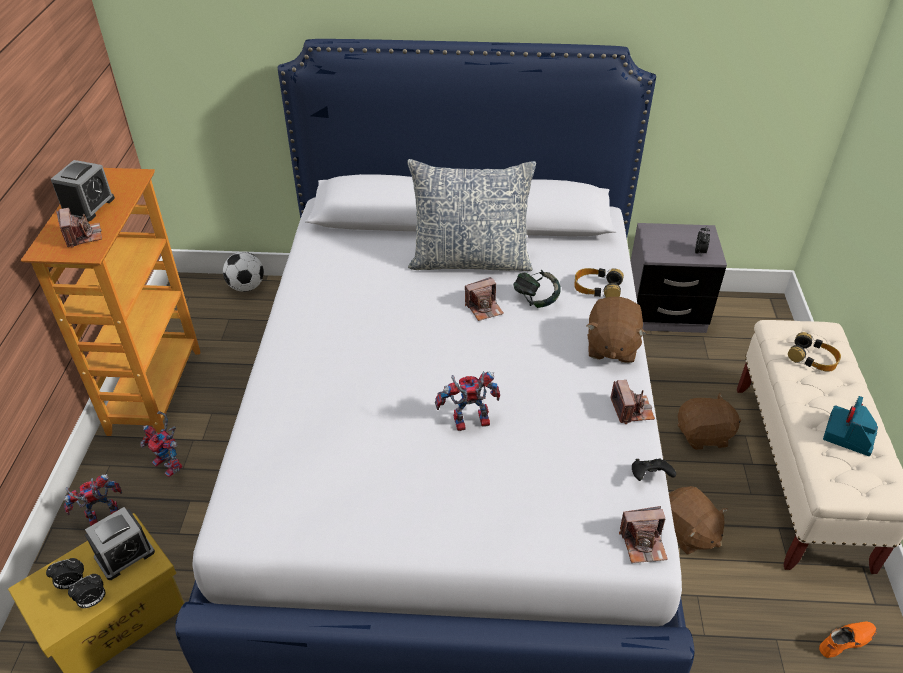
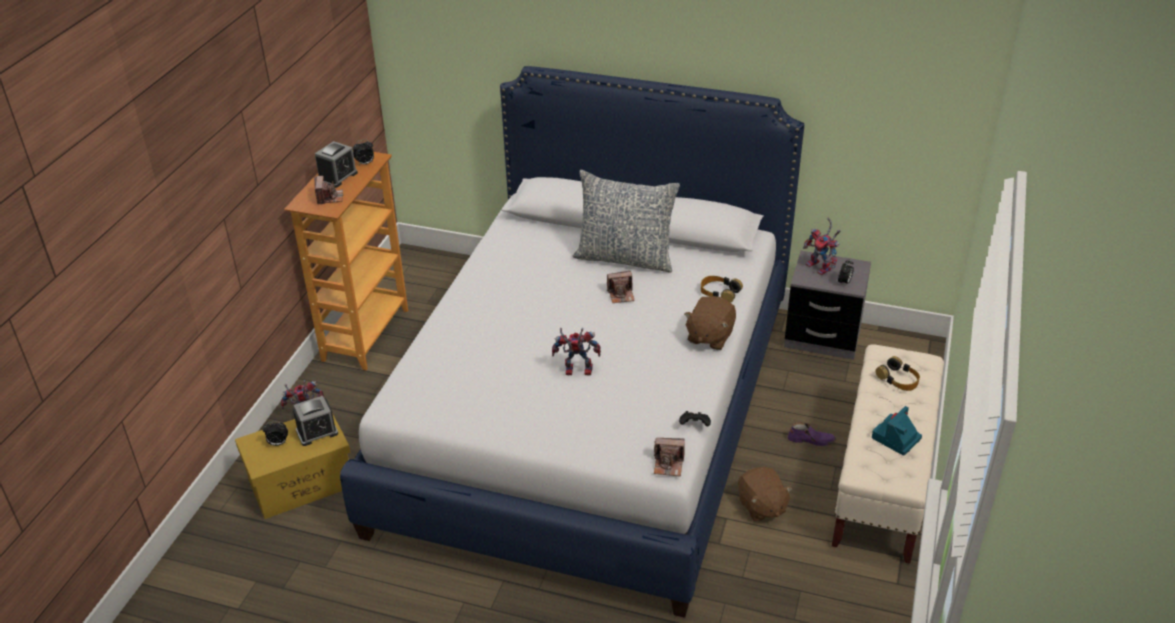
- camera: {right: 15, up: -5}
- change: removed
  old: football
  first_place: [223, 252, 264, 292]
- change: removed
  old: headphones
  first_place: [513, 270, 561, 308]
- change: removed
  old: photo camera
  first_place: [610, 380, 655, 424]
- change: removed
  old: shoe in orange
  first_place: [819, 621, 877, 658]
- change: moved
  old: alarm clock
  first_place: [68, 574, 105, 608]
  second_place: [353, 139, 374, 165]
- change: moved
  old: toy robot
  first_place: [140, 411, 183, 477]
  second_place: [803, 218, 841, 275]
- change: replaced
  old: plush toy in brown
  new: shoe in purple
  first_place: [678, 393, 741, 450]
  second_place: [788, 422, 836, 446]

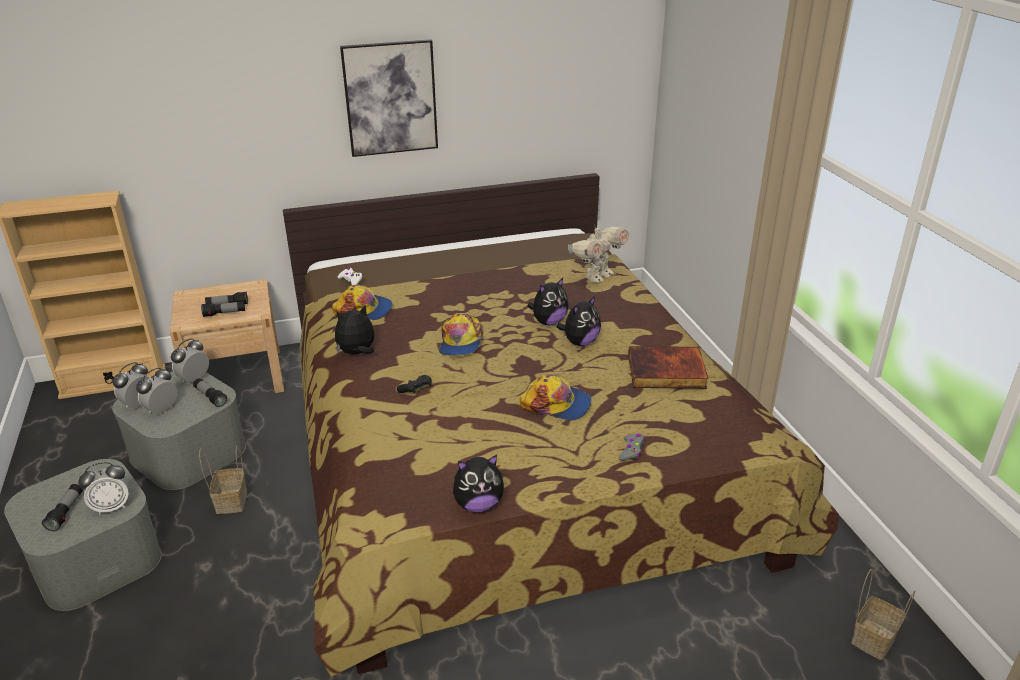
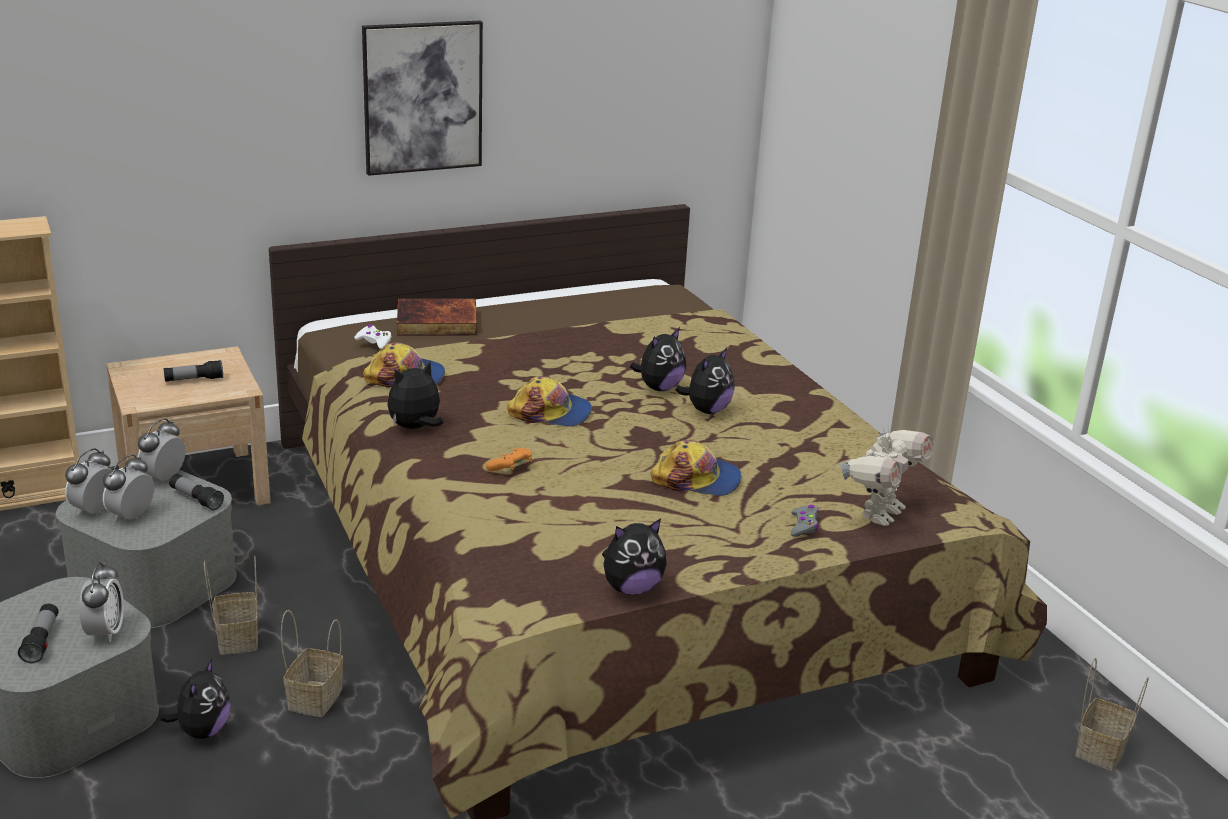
- camera: {right: -10, up: -5}
- change: removed
  old: flashlight
  first_place: [201, 301, 245, 317]
- change: added
  new: plush toy
  second_place: [160, 658, 231, 739]
- change: added
  new: basket
  second_place: [281, 610, 343, 717]
- change: moved
  old: toy robot
  first_place: [568, 223, 629, 283]
  second_place: [840, 425, 934, 526]
- change: moved
  old: book
  first_place: [628, 346, 708, 389]
  second_place: [397, 298, 477, 335]
- change: recoloured
  old: game controller in black
  new: game controller in orange
  first_place: [397, 375, 432, 394]
  second_place: [486, 448, 532, 471]
- change: turned
  old: alarm clock
  first_place: [78, 462, 129, 515]
  second_place: [79, 562, 124, 642]
  degrees: -60
- change: turned
  old: cap
  first_place: [439, 313, 484, 356]
  second_place: [507, 376, 592, 427]
  degrees: -75

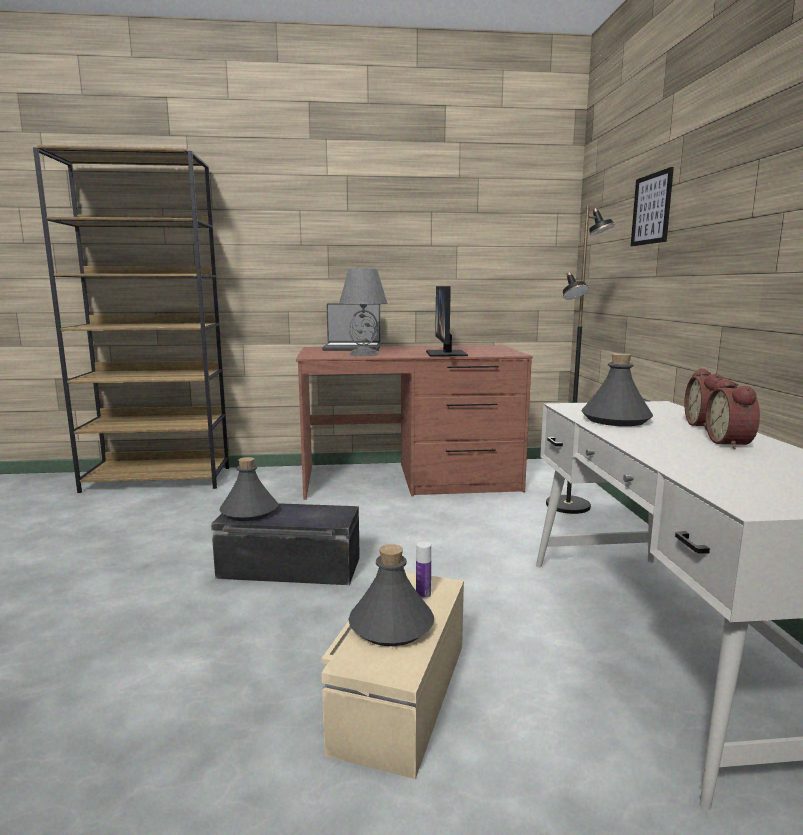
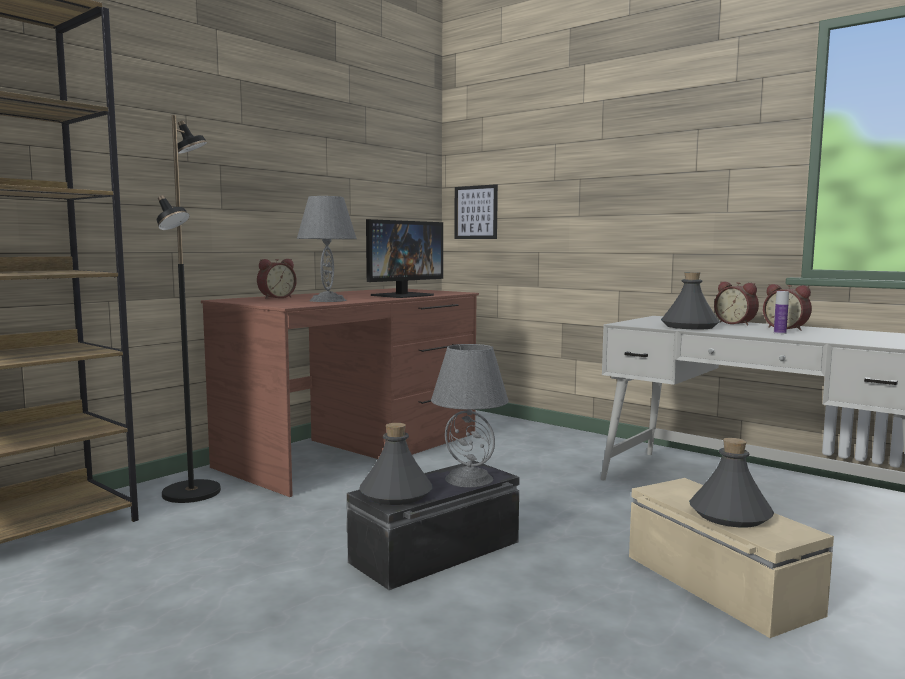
- camera: {right: -45, up: -5}
- change: added
  new: table lamp in grey
  second_place: [431, 344, 509, 487]
- change: moved
  old: bottle
  first_place: [416, 541, 431, 599]
  second_place: [774, 291, 789, 334]
- change: moved
  old: floor lamp in black
  first_place: [546, 205, 615, 514]
  second_place: [157, 115, 221, 503]
- change: moved
  old: picture
  first_place: [631, 167, 674, 246]
  second_place: [454, 184, 498, 239]
- change: replaced
  old: laptop
  new: alarm clock
  first_place: [322, 303, 380, 351]
  second_place: [257, 259, 297, 299]
- change: turned
  old: monitor
  first_place: [426, 286, 468, 356]
  second_place: [366, 219, 443, 298]
  degrees: -90

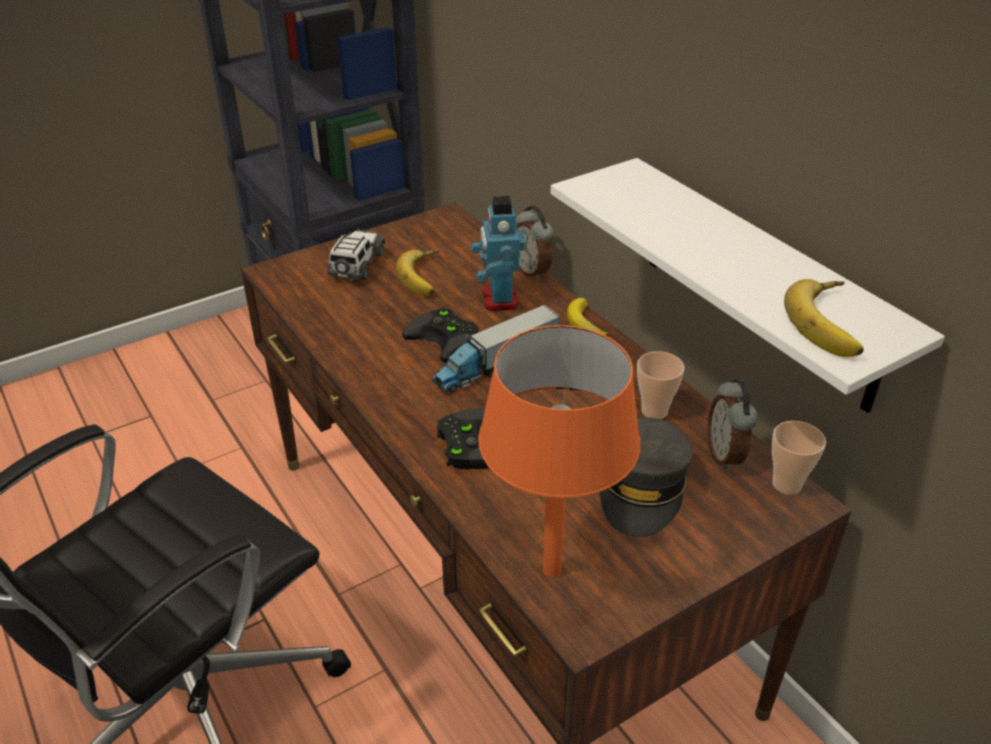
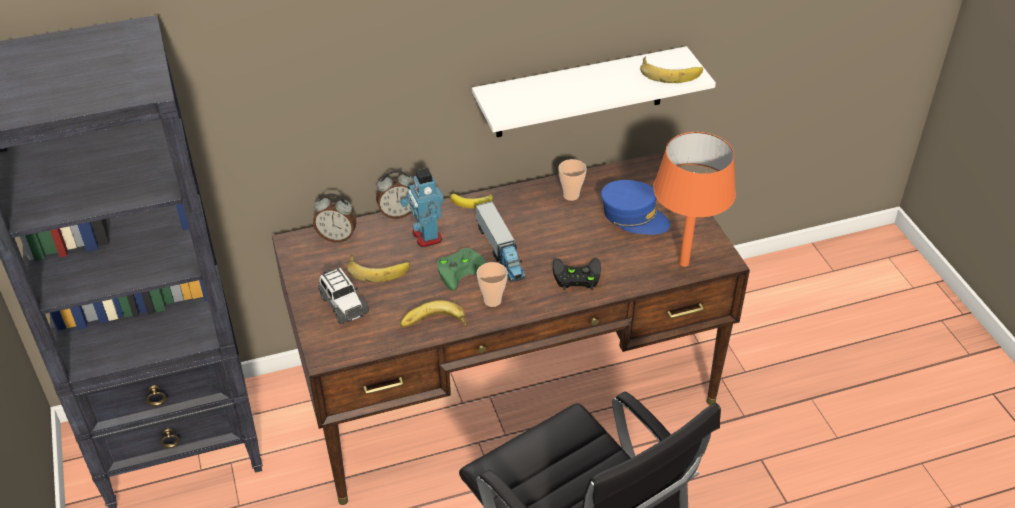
- camera: {right: -75, up: 5}
- change: added
  new: banana
  second_place: [400, 300, 467, 328]
- change: moved
  old: alarm clock
  first_place: [708, 379, 758, 471]
  second_place: [313, 193, 356, 243]
- change: moved
  old: cup
  first_place: [772, 421, 826, 495]
  second_place: [477, 262, 508, 307]
- change: recoloured
  old: game controller in black
  new: game controller in green
  first_place: [402, 307, 479, 362]
  second_place: [437, 248, 487, 291]
- change: recoloured
  old: cap in grey
  new: cap in blue
  first_place: [600, 417, 692, 537]
  second_place: [601, 180, 670, 235]
- change: turned
  old: toy car
  first_place: [327, 229, 385, 281]
  second_place: [318, 268, 369, 324]
  degrees: -150
- change: turned
  old: toy robot
  first_place: [471, 196, 526, 311]
  second_place: [400, 168, 444, 247]
  degrees: 60

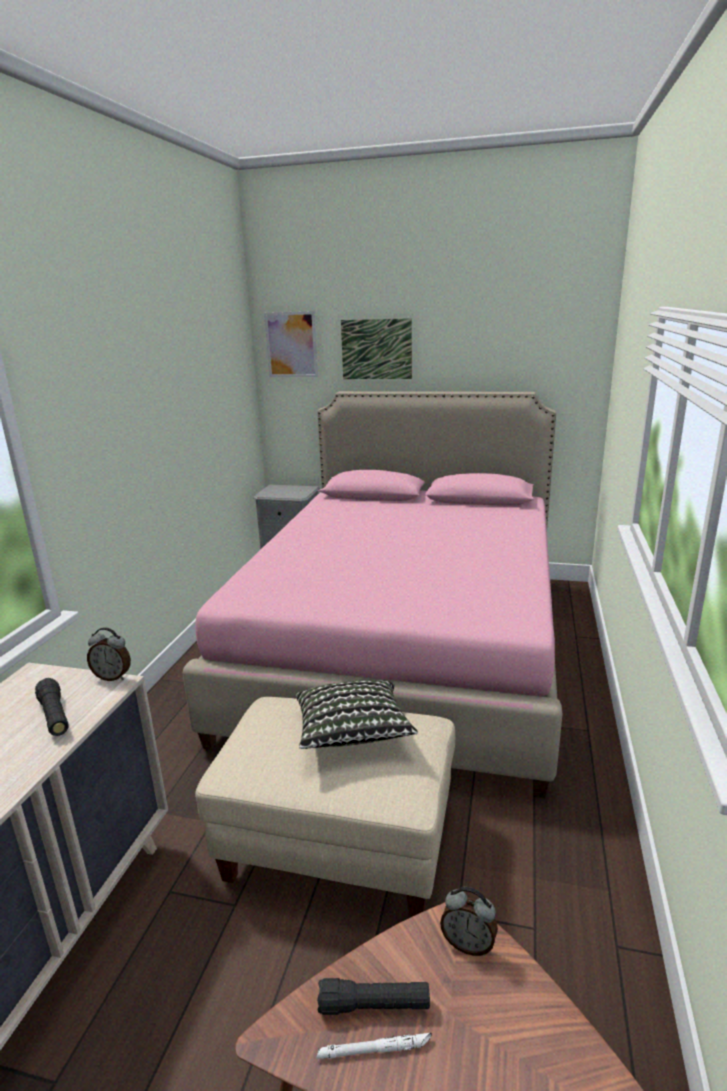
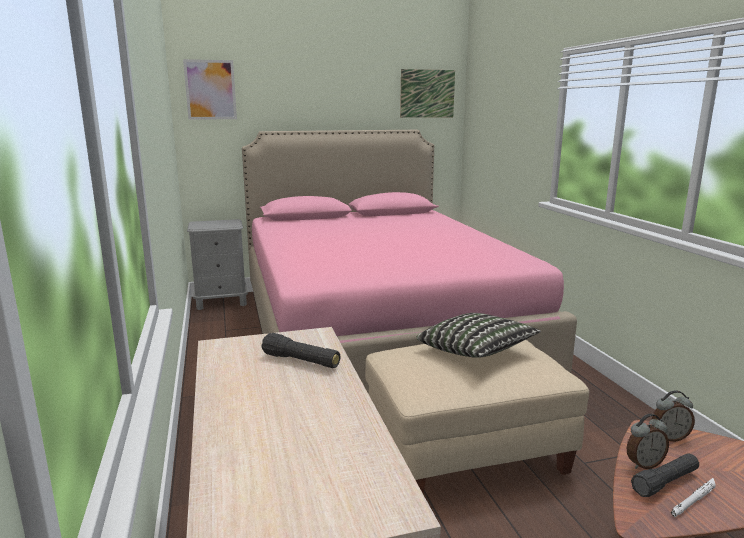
- camera: {right: -30, up: -5}
- change: moved
  old: alarm clock
  first_place: [87, 627, 131, 681]
  second_place: [627, 414, 669, 469]
- change: moved
  old: picture
  first_place: [341, 318, 412, 379]
  second_place: [400, 69, 455, 118]

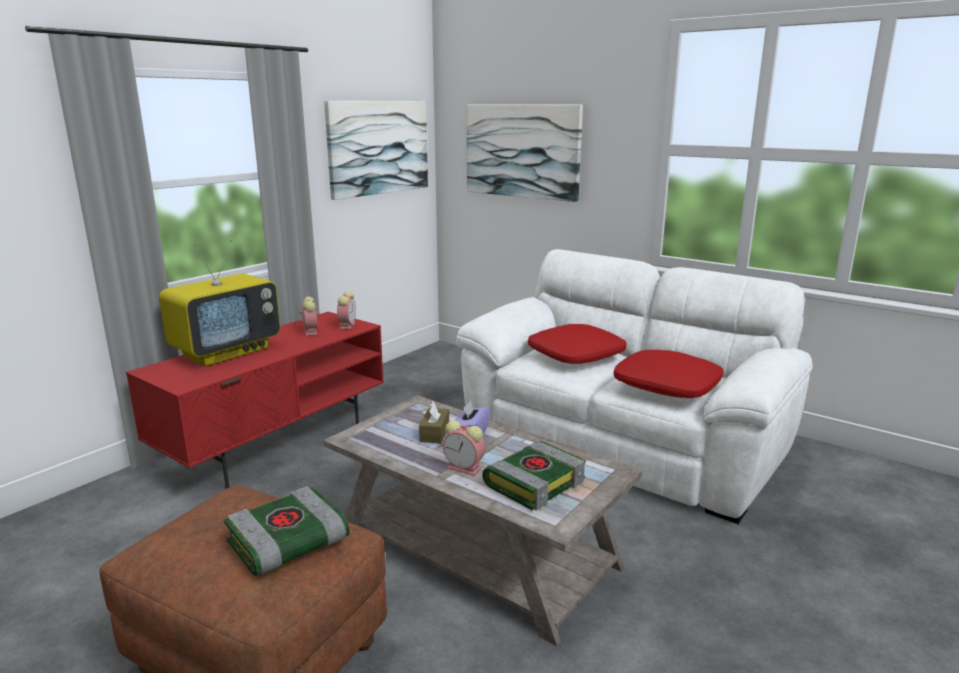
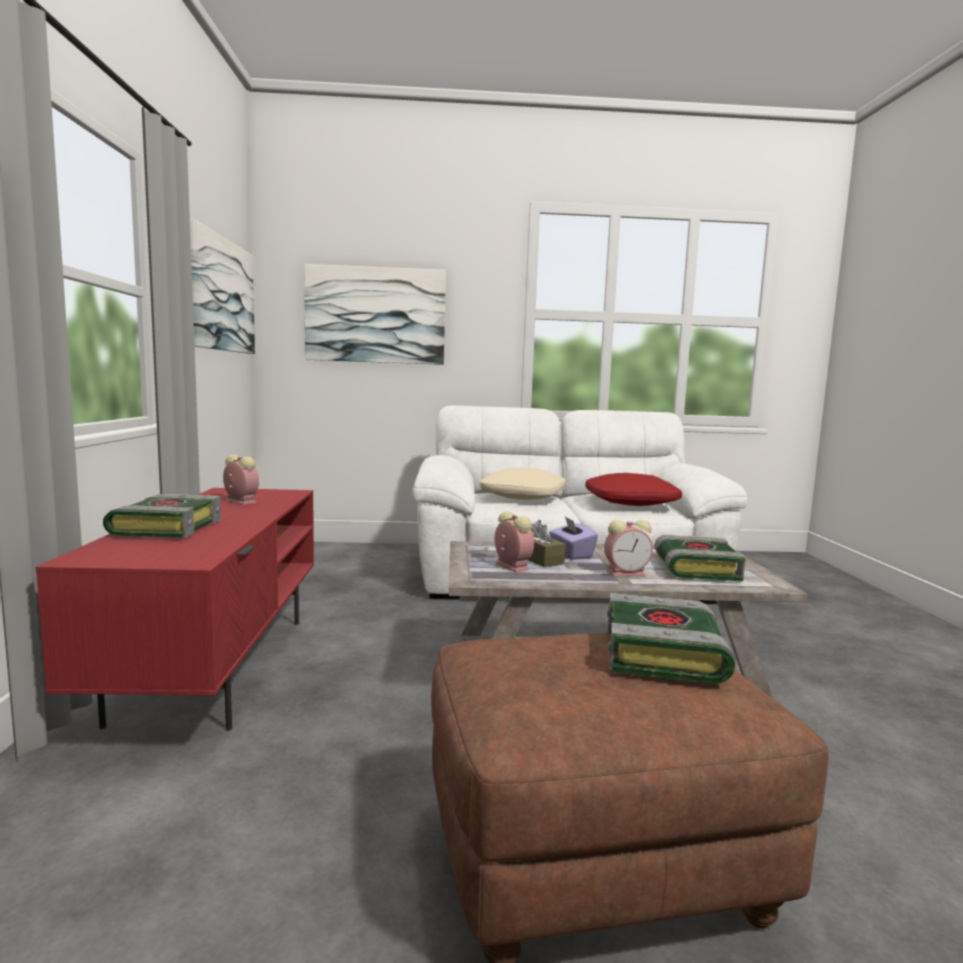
- camera: {right: -40, up: -10}
- change: moved
  old: alarm clock
  first_place: [337, 292, 356, 329]
  second_place: [495, 511, 534, 572]
- change: replaced
  old: television
  new: book
  first_place: [159, 239, 280, 366]
  second_place: [103, 494, 221, 538]
- change: recoloured
  old: pillow in red
  new: pillow in beige
  first_place: [528, 324, 627, 364]
  second_place: [480, 468, 566, 500]

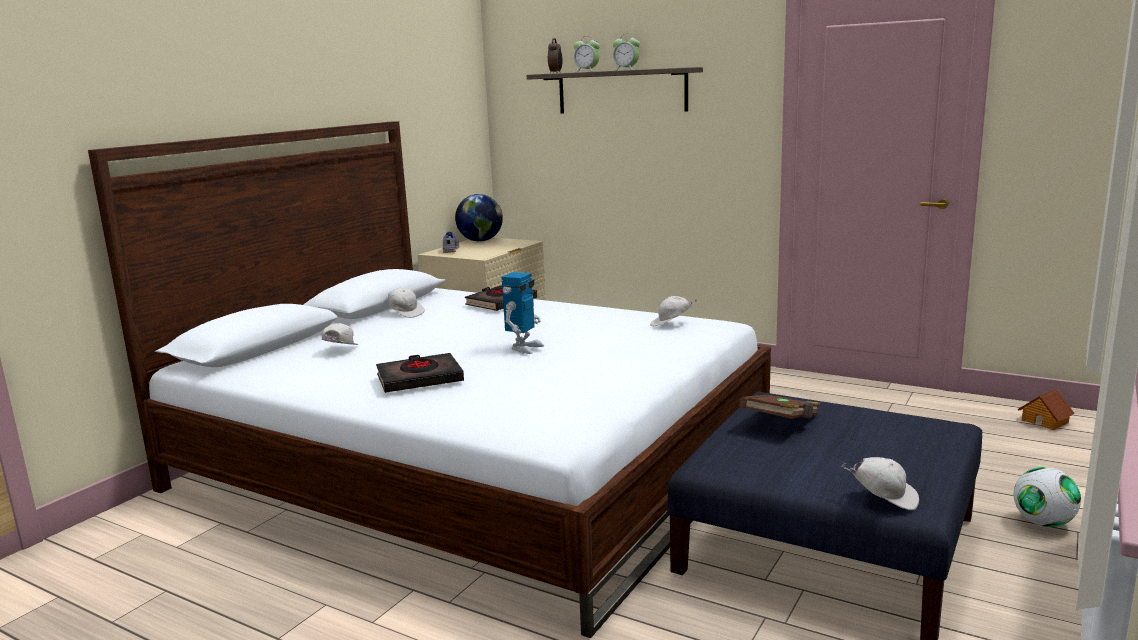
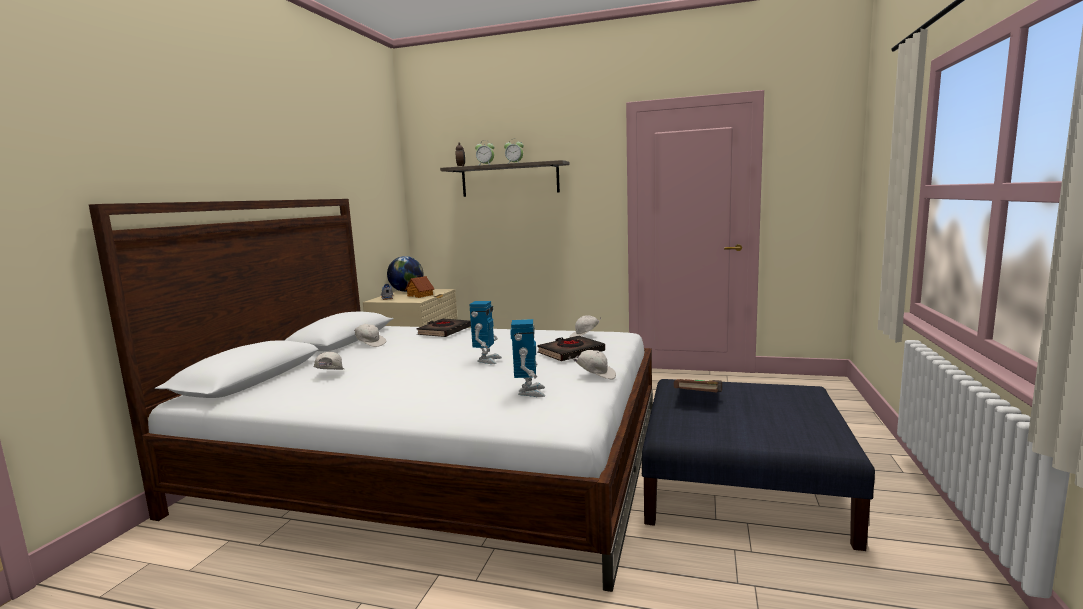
- camera: {right: -15, up: -5}
- change: removed
  old: football
  first_place: [1014, 467, 1081, 527]
- change: added
  new: toy robot
  second_place: [510, 319, 545, 397]
- change: moved
  old: book in black
  first_place: [376, 353, 464, 393]
  second_place: [537, 336, 605, 361]
- change: moved
  old: cap in white
  first_place: [842, 457, 919, 510]
  second_place: [568, 350, 616, 380]
- change: moved
  old: toy house
  first_place: [1018, 389, 1075, 430]
  second_place: [405, 276, 434, 298]

